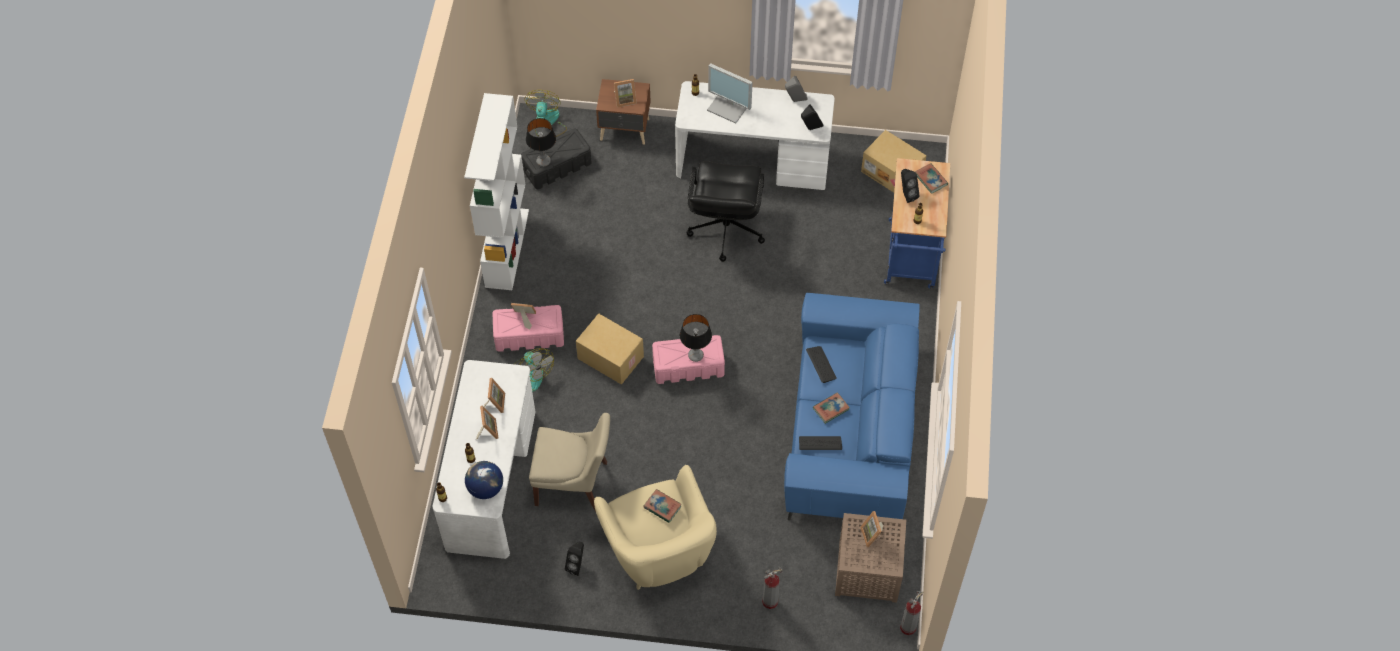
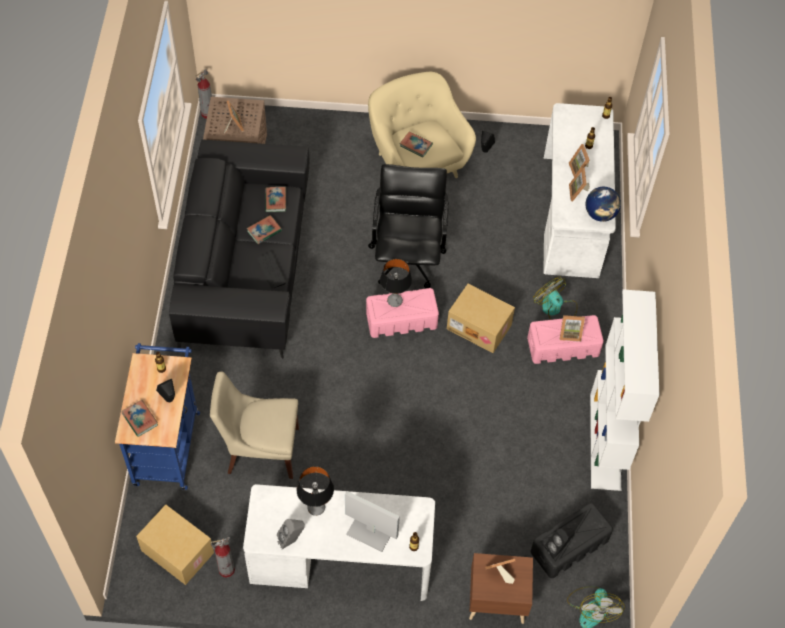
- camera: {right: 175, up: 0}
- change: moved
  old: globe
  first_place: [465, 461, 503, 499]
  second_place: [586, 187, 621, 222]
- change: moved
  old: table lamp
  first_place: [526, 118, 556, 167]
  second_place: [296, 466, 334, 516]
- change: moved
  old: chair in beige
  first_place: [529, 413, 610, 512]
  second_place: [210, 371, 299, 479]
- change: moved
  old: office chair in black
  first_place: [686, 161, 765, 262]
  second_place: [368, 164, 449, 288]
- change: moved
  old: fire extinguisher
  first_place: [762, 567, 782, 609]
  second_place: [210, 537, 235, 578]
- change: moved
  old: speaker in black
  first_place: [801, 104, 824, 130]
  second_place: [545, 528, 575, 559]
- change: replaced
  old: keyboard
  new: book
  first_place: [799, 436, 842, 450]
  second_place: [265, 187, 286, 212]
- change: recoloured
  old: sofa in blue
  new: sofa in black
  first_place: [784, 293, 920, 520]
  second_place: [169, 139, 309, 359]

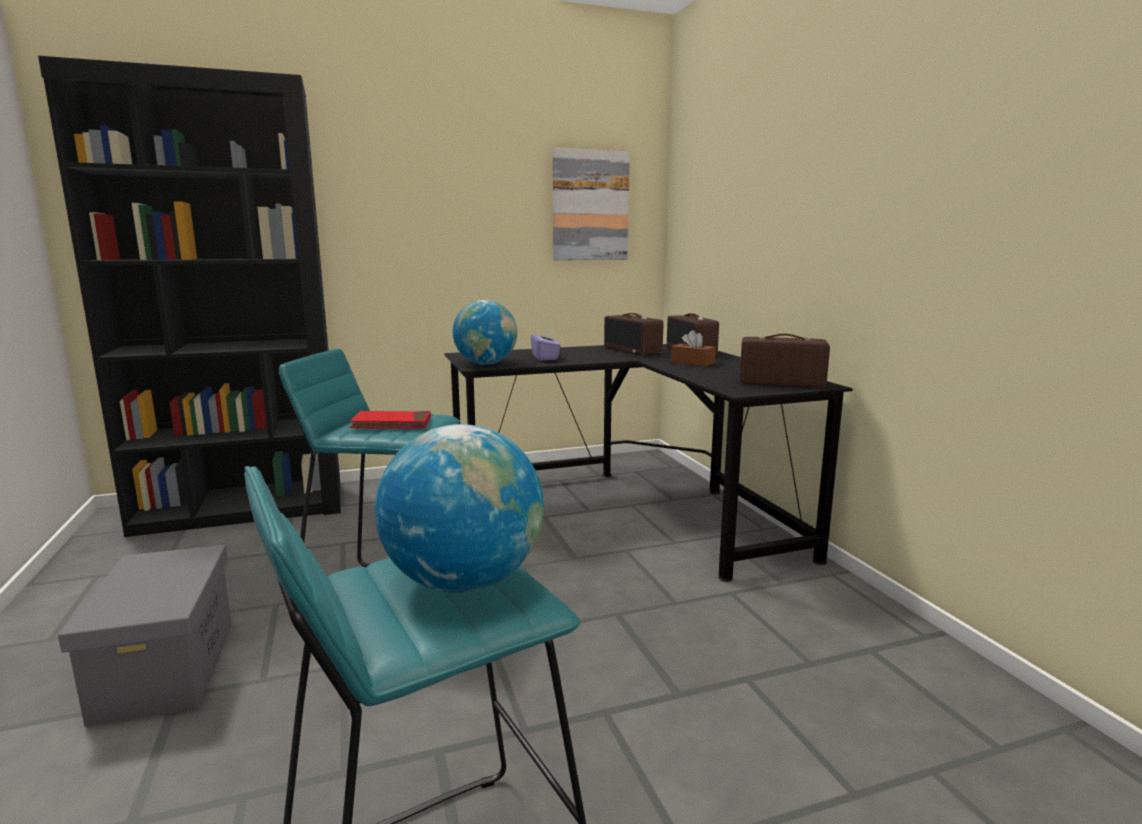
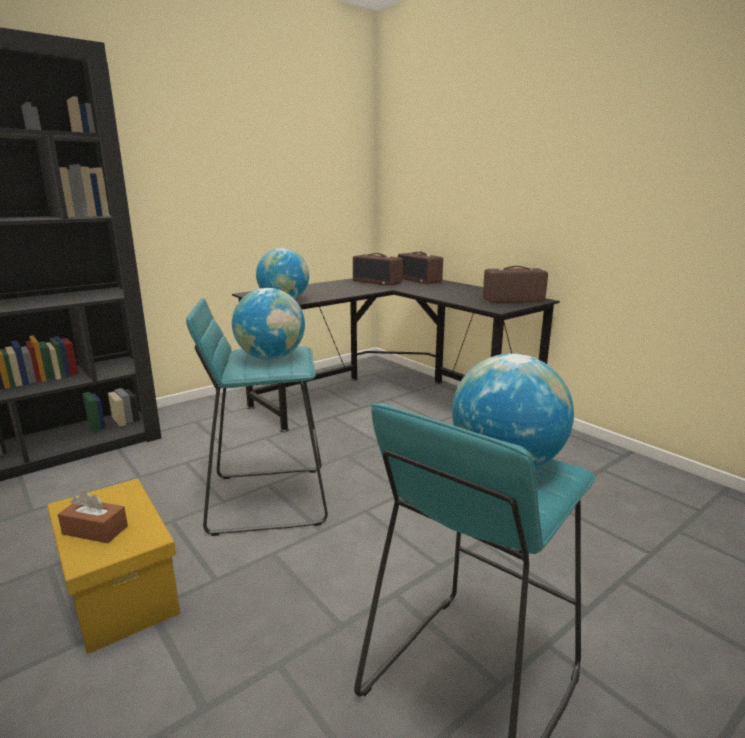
- camera: {right: -20, up: 5}
- change: removed
  old: tissue box in purple
  first_place: [530, 328, 561, 360]
- change: removed
  old: picture
  first_place: [553, 148, 630, 260]
- change: moved
  old: tissue box in brown
  first_place: [671, 330, 716, 366]
  second_place: [58, 491, 128, 543]
- change: replaced
  old: book in red
  new: globe
  first_place: [350, 411, 431, 429]
  second_place: [232, 288, 305, 360]
- change: recoloured
  old: storage box in grey
  new: storage box in yellow
  first_place: [58, 545, 232, 727]
  second_place: [47, 478, 180, 654]

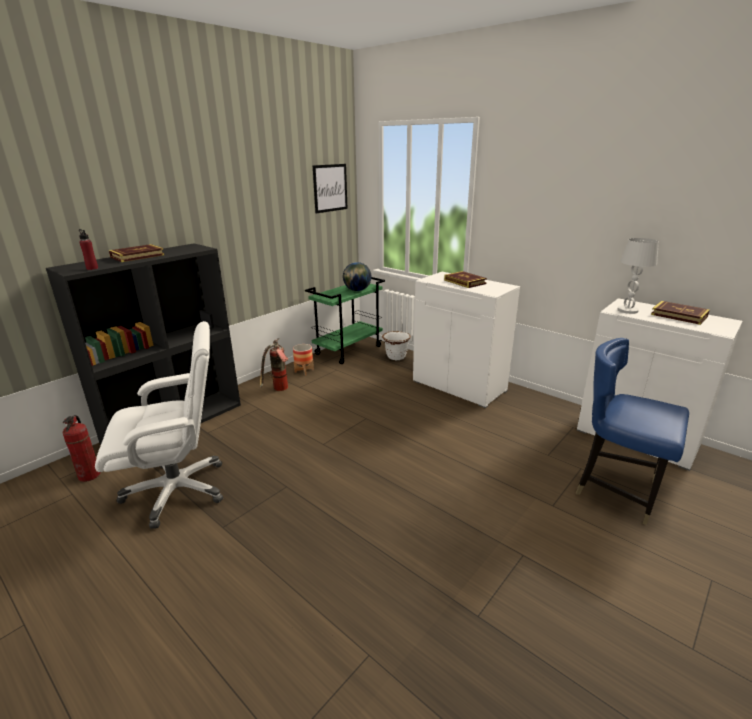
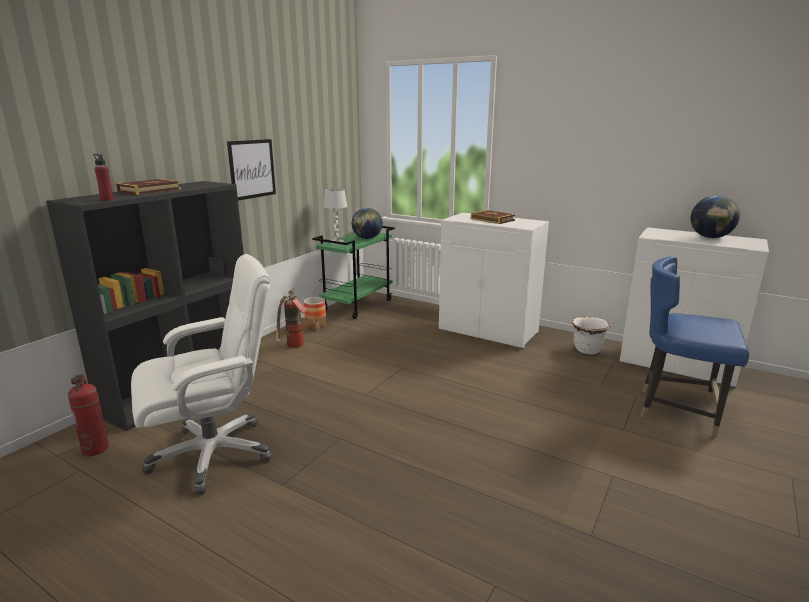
- camera: {right: -10, up: -5}
- change: moved
  old: picture
  first_place: [313, 164, 347, 213]
  second_place: [227, 139, 276, 201]
- change: moved
  old: planter in white
  first_place: [382, 331, 411, 360]
  second_place: [571, 316, 610, 355]
- change: moved
  old: table lamp in white
  first_place: [617, 238, 659, 314]
  second_place: [323, 189, 347, 245]
- change: replaced
  old: book
  new: globe
  first_place: [651, 301, 710, 325]
  second_place: [691, 195, 740, 238]

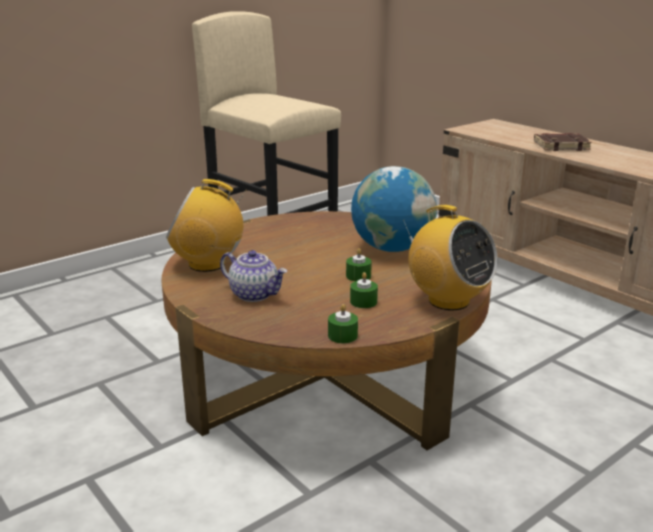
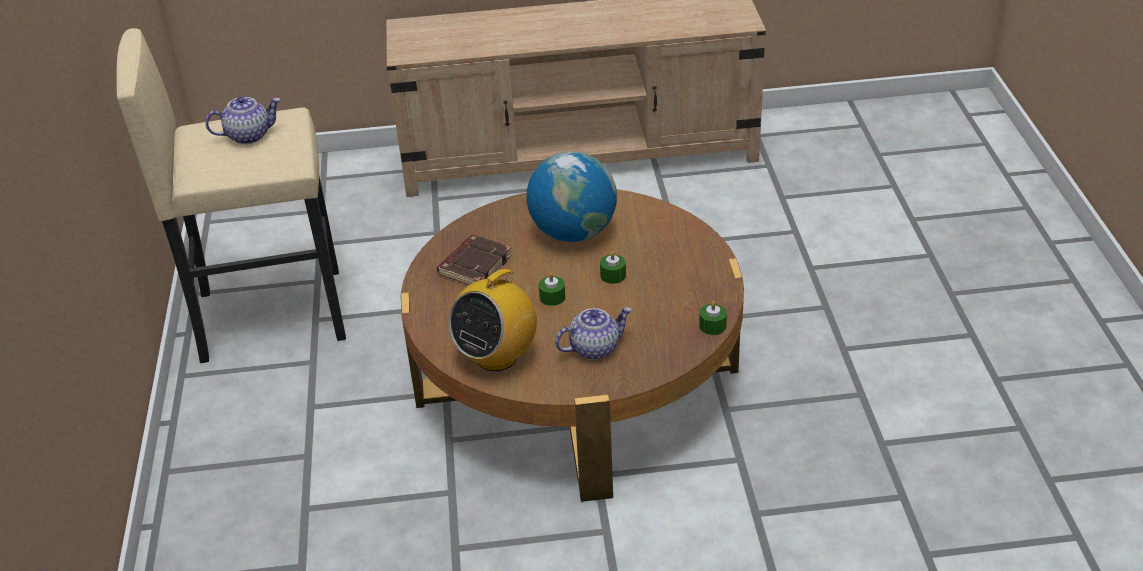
- camera: {right: -55, up: 15}
- change: removed
  old: radio
  first_place: [403, 205, 498, 310]
- change: added
  new: teapot
  second_place: [205, 96, 281, 144]
- change: moved
  old: candle in green
  first_place: [350, 272, 378, 308]
  second_place: [539, 273, 565, 306]
- change: moved
  old: book in brown
  first_place: [534, 133, 592, 151]
  second_place: [437, 235, 512, 285]

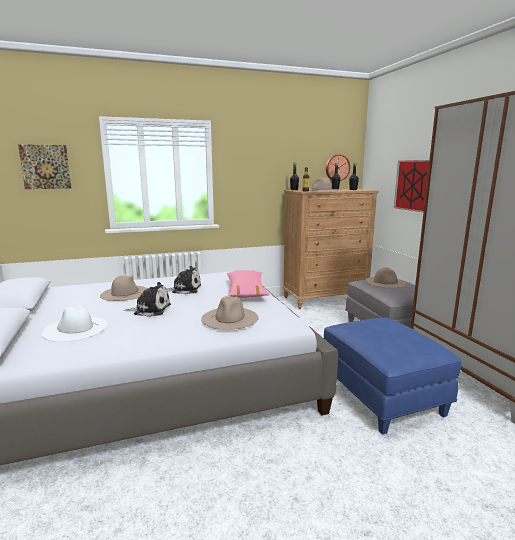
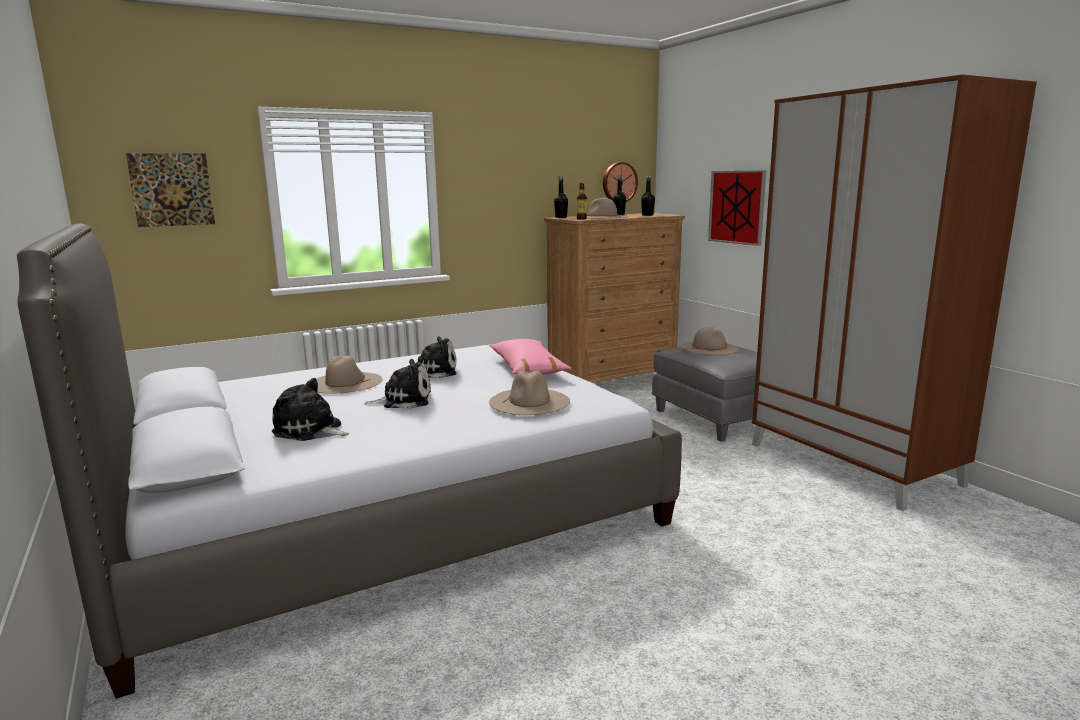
- camera: {right: -10, up: 0}
- change: removed
  old: ottoman in blue
  first_place: [324, 318, 462, 435]
- change: replaced
  old: hat in white
  new: plush toy
  first_place: [41, 306, 108, 342]
  second_place: [272, 378, 349, 441]

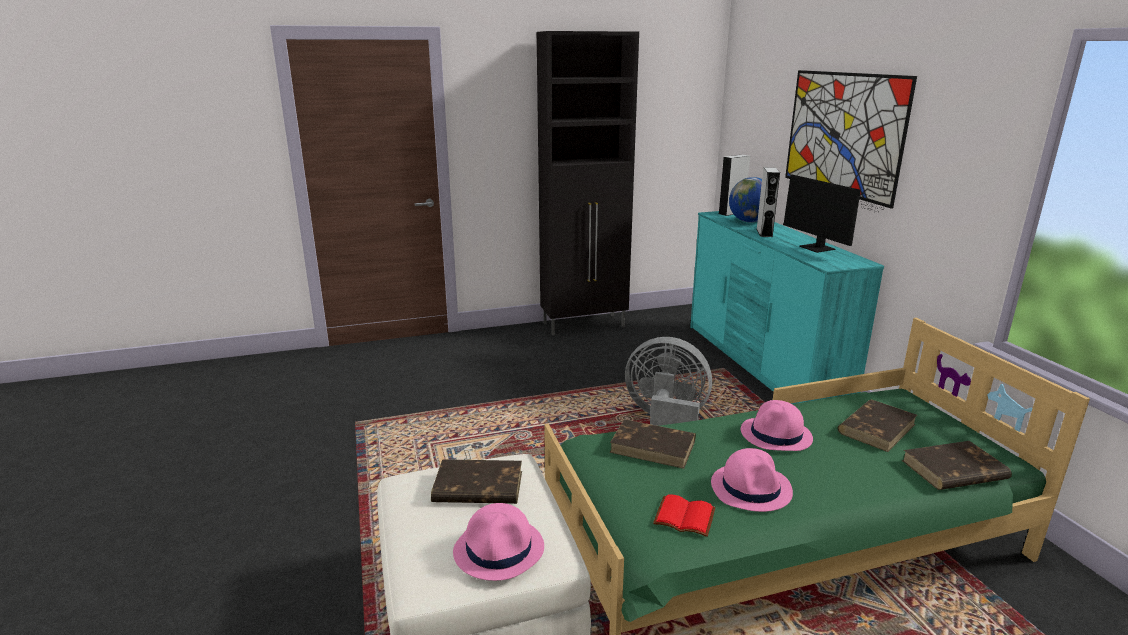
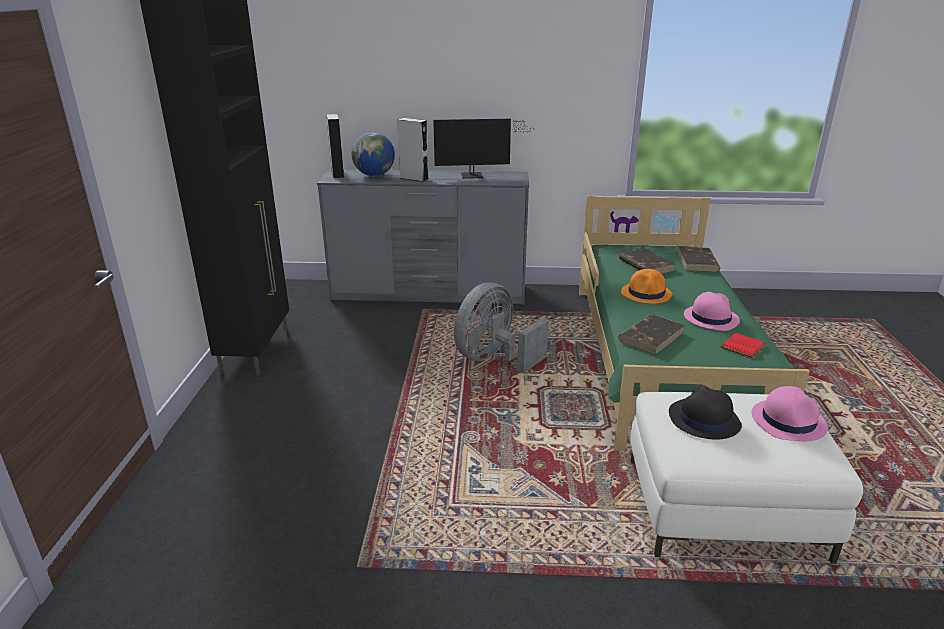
- camera: {right: -70, up: 5}
- change: removed
  old: picture
  first_place: [785, 70, 917, 209]
- change: replaced
  old: book in brown
  new: hat in black
  first_place: [431, 459, 522, 504]
  second_place: [669, 385, 742, 440]
- change: recoloured
  old: dresser in turquoise
  new: dresser in grey
  first_place: [690, 211, 884, 404]
  second_place: [317, 169, 529, 305]
- change: recoloured
  old: hat in pink
  new: hat in orange
  first_place: [741, 400, 813, 451]
  second_place: [621, 269, 673, 304]

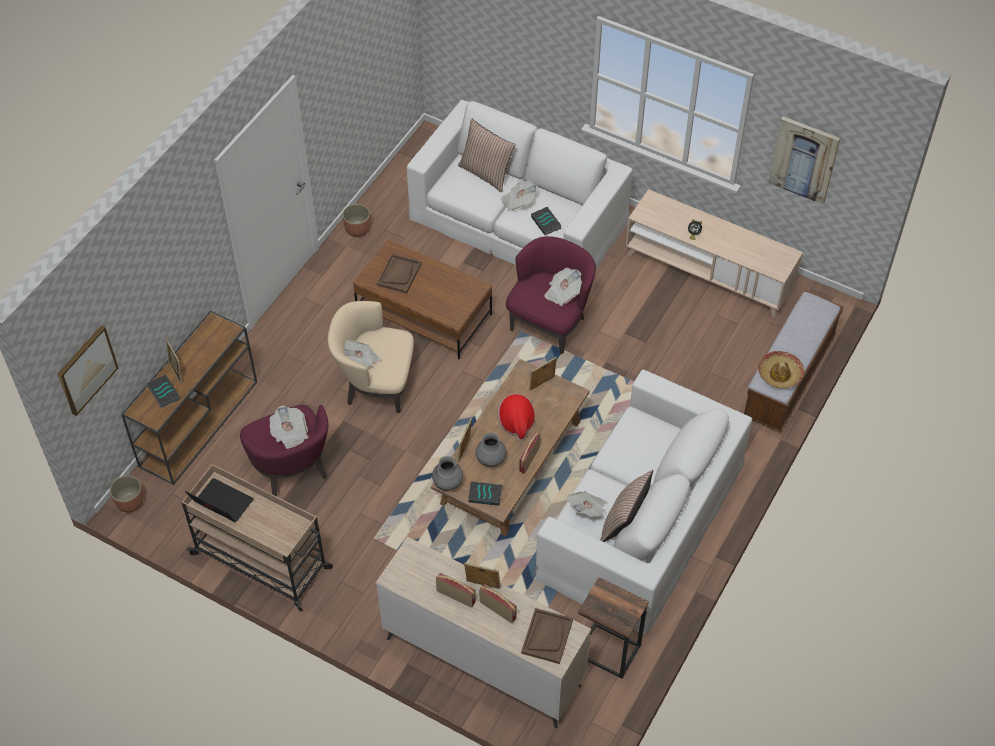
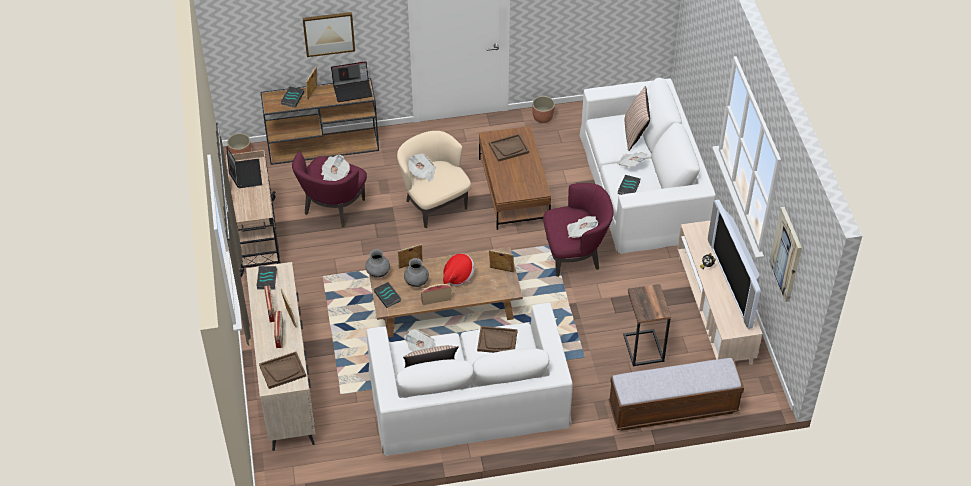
- camera: {right: 50, up: -5}
- change: removed
  old: hat
  first_place: [758, 351, 804, 389]
- change: added
  new: book
  second_place: [256, 266, 277, 289]
- change: added
  new: laptop
  second_place: [331, 61, 373, 102]
- change: added
  new: tray in brown
  second_place: [477, 326, 518, 353]
- change: added
  new: television
  second_place: [708, 199, 760, 329]
- change: moved
  old: picture
  first_place: [58, 325, 118, 416]
  second_place: [302, 12, 355, 57]
- change: moved
  old: side table
  first_place: [578, 577, 649, 679]
  second_place: [623, 284, 671, 367]

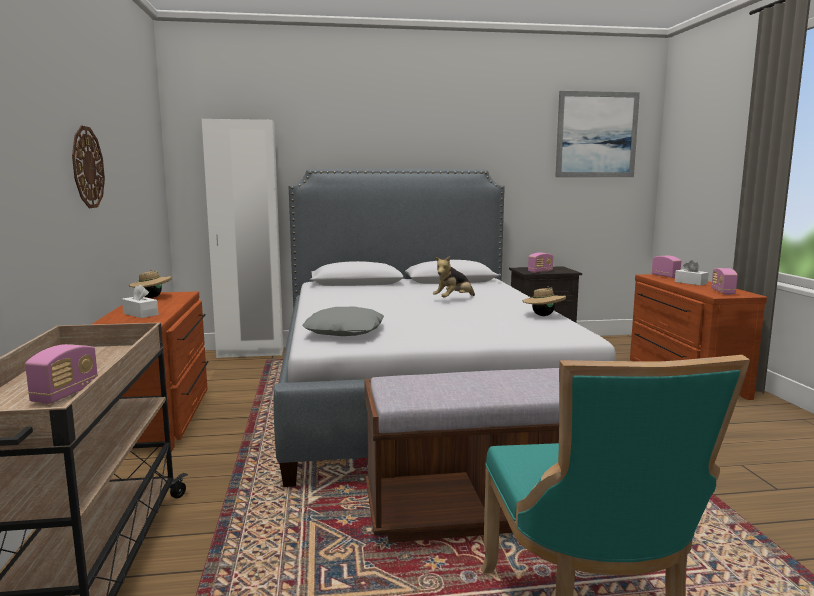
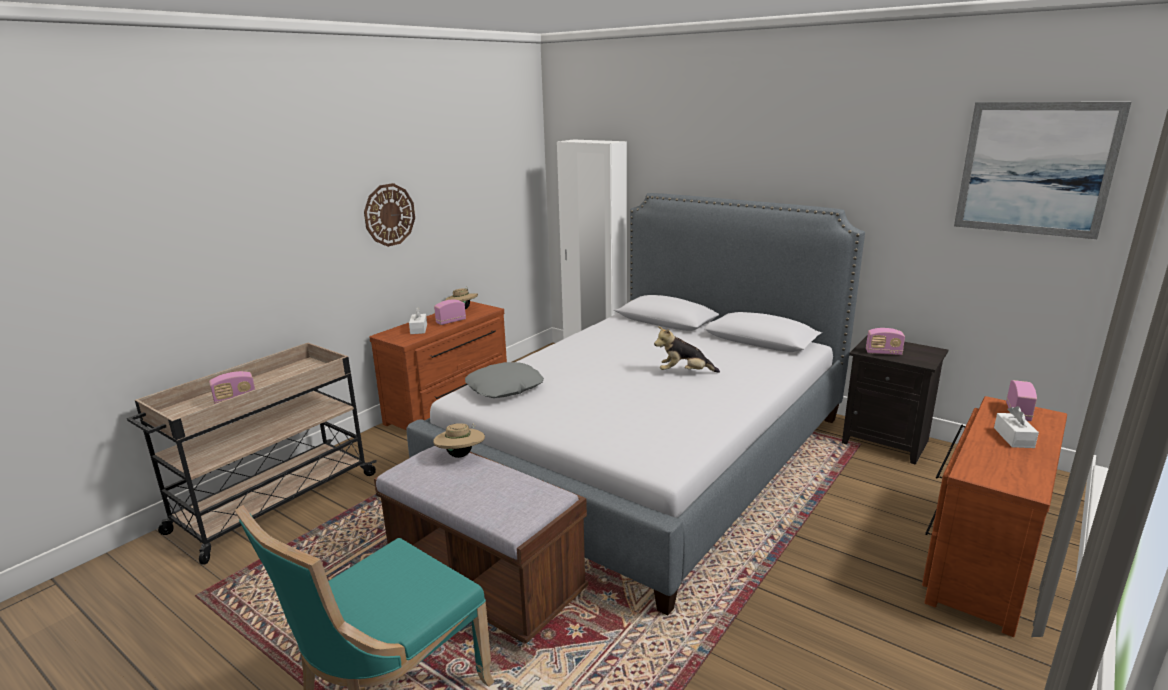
- camera: {right: 45, up: 10}
- change: moved
  old: hat in beige
  first_place: [523, 288, 566, 316]
  second_place: [433, 423, 485, 458]
- change: moved
  old: radio
  first_place: [711, 268, 738, 295]
  second_place: [434, 299, 466, 325]

